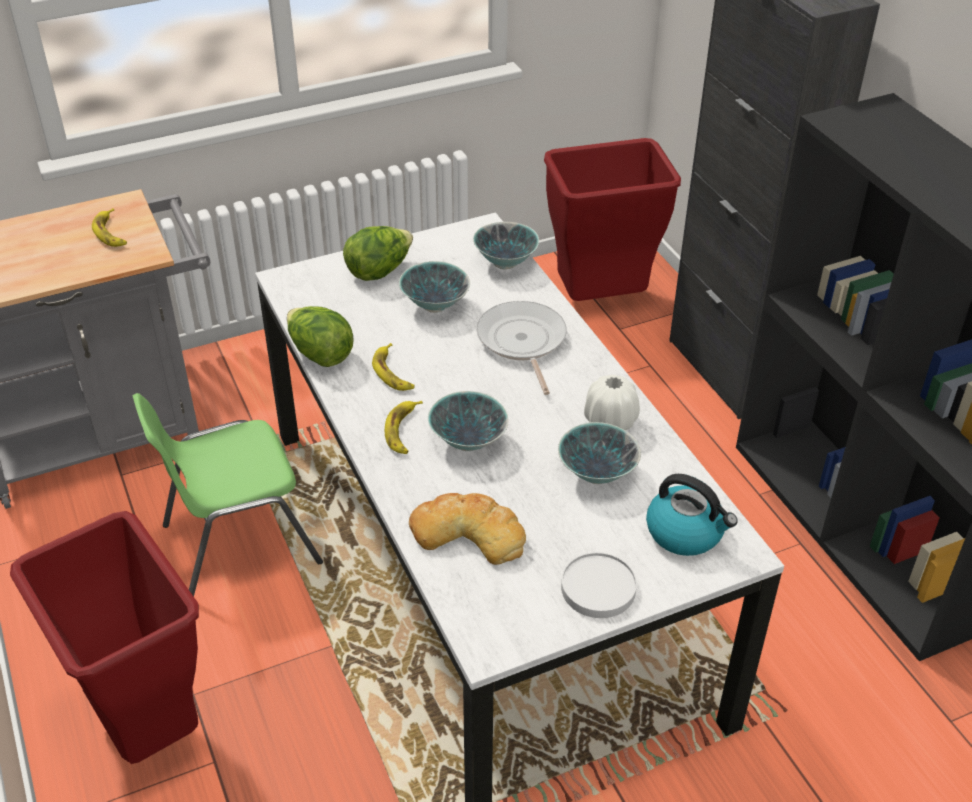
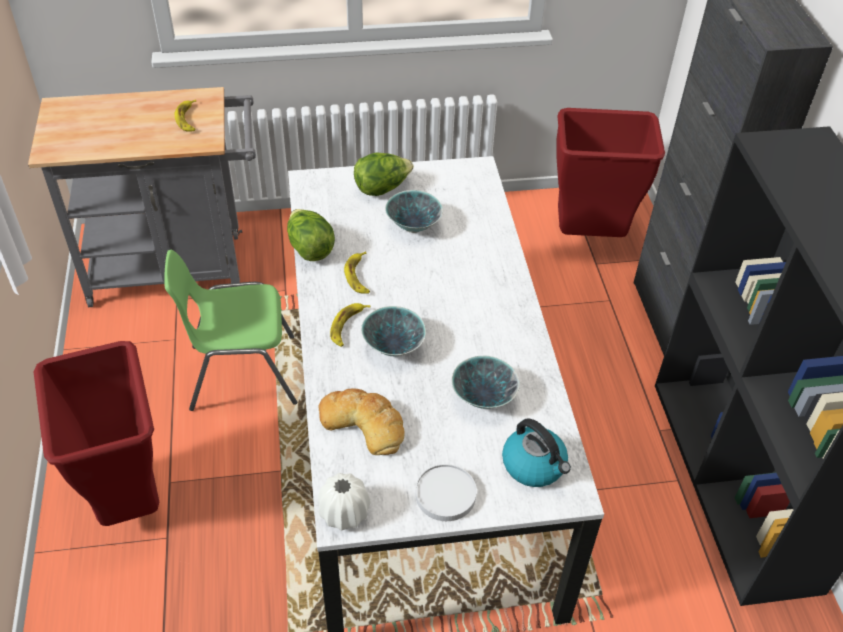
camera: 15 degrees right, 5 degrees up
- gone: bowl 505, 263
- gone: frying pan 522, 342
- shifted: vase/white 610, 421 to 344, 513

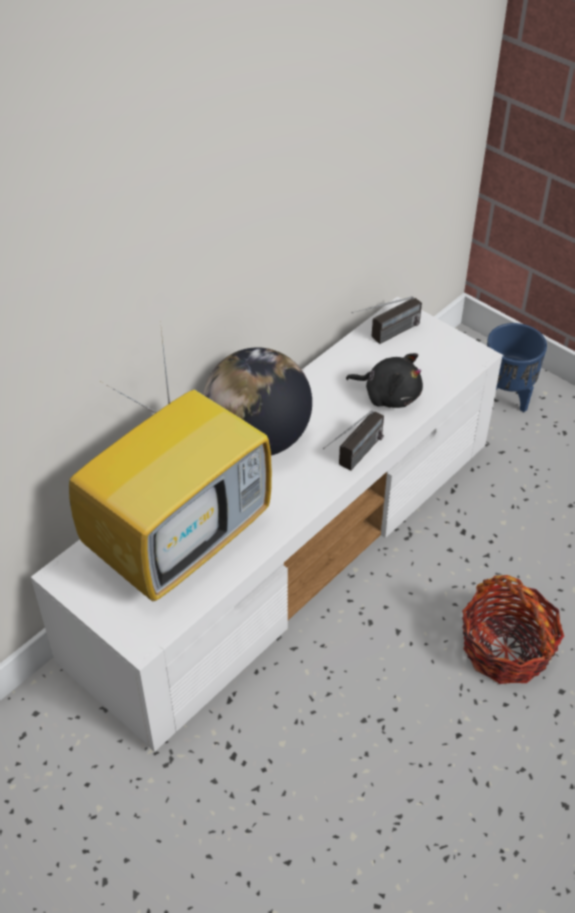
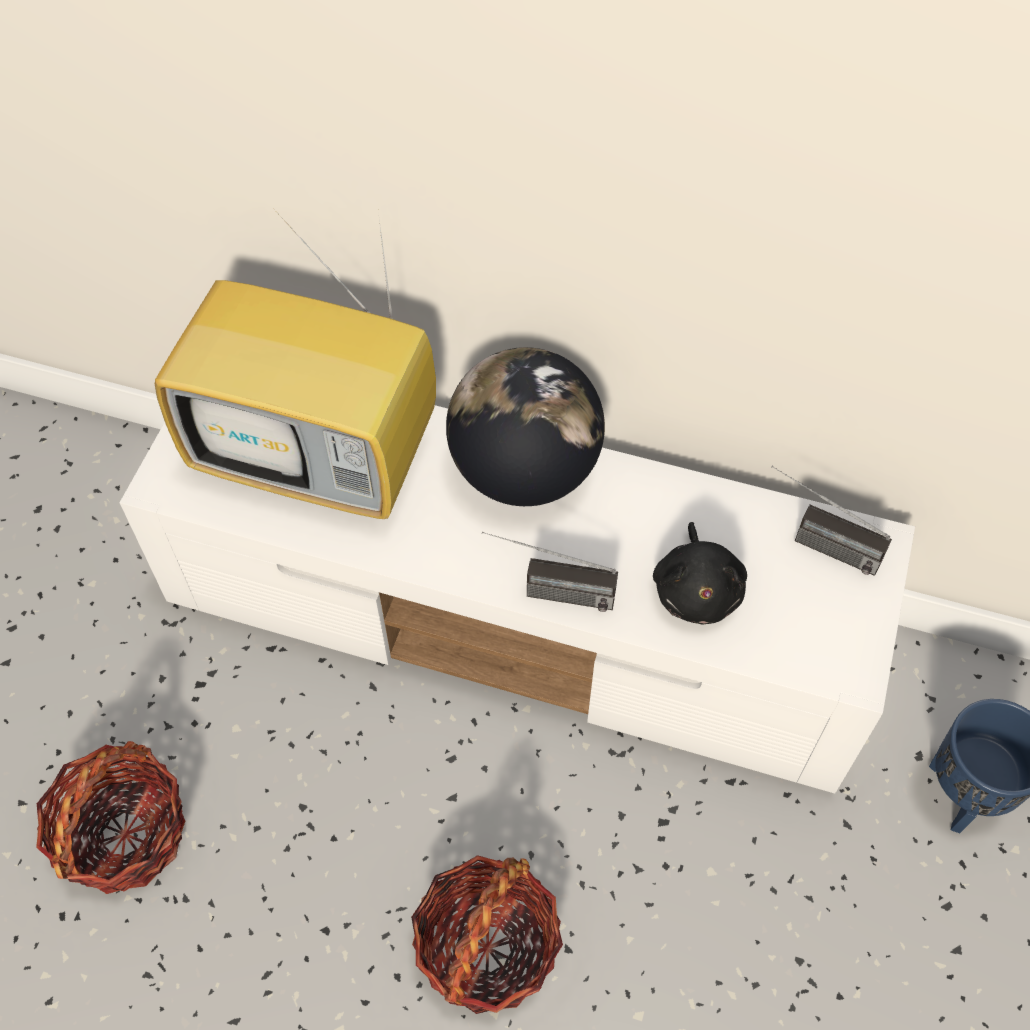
camera: 65 degrees right, 10 degrees up
- new: basket 124, 833

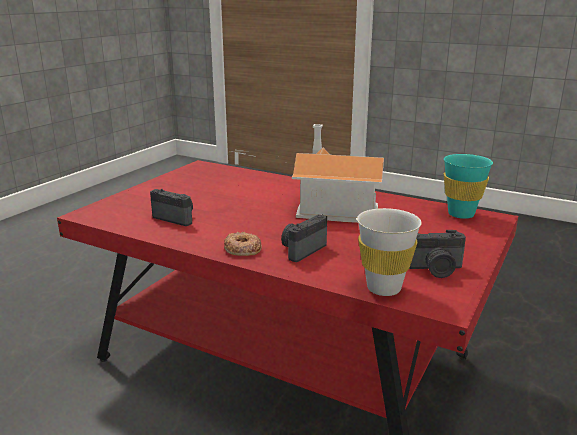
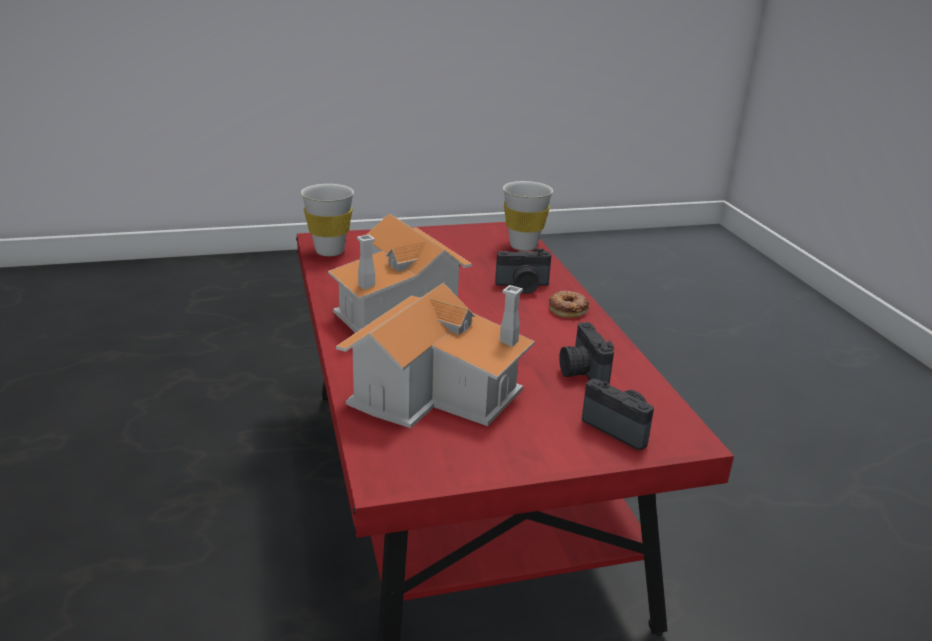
camera: 135 degrees left, 5 degrees up
- repainted: cup/turquoise 461, 214 to cup/white 329, 251
- shifted: photo camera 435, 270 to 620, 428
- new: toy house 438, 389

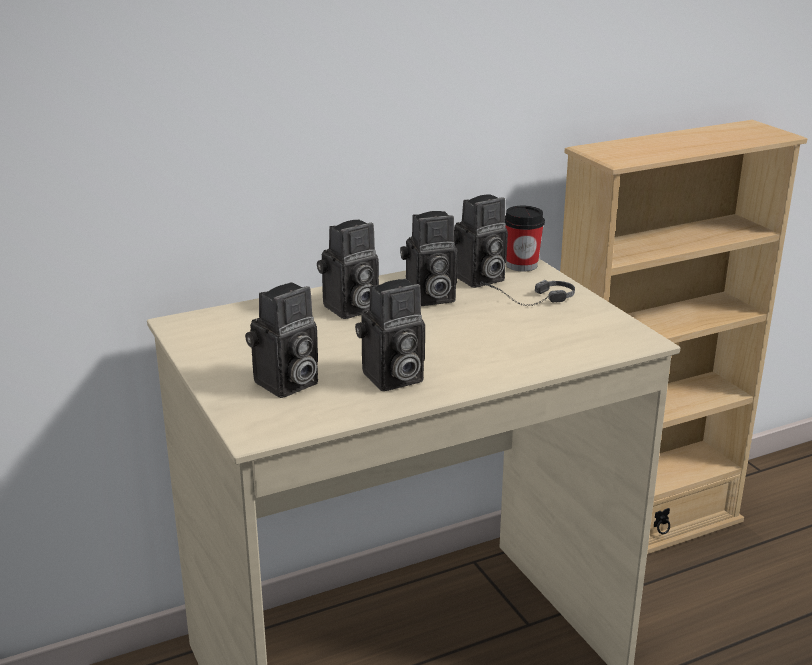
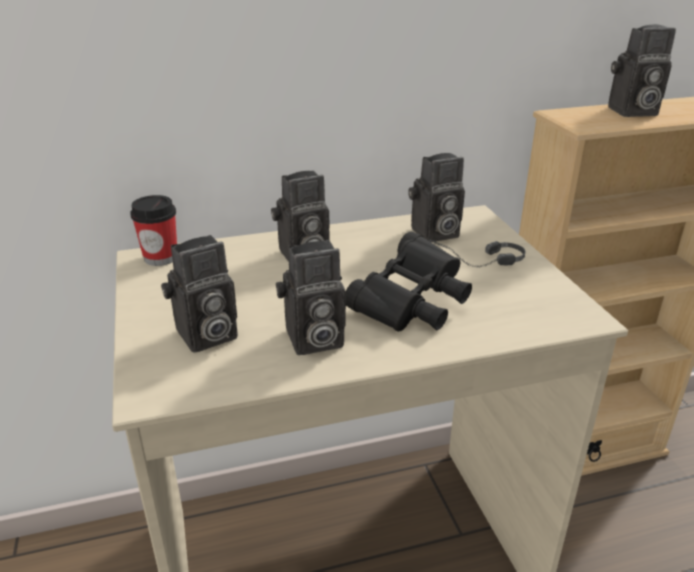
camera: 10 degrees right, 5 degrees up
- shifted: cup 521, 265 to 161, 257
- shifted: photo camera 429, 298 to 631, 112
- new: binoculars/black 411, 306

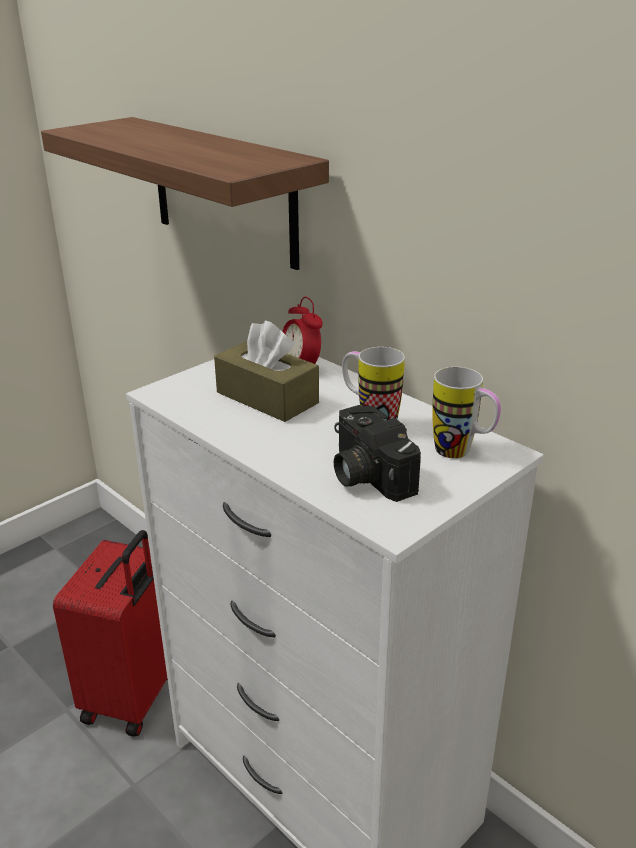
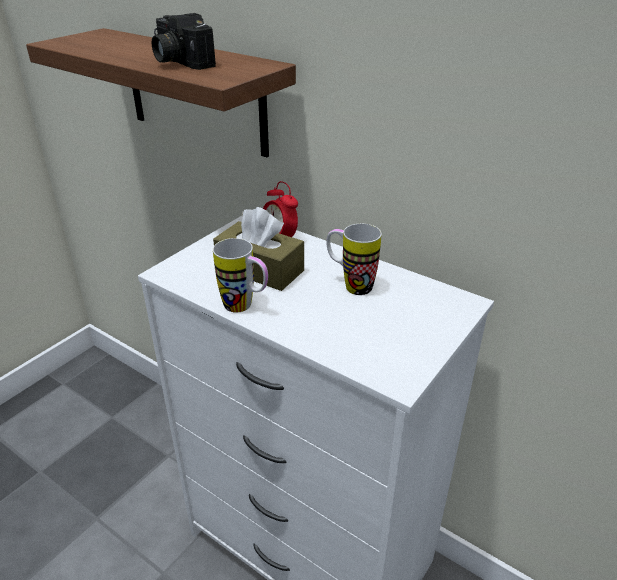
camera: 10 degrees left, 5 degrees up
- shifted: mug 462, 453 to 245, 307
- shifted: photo camera 365, 474 to 178, 61
- gone: suitcase/red 134, 696

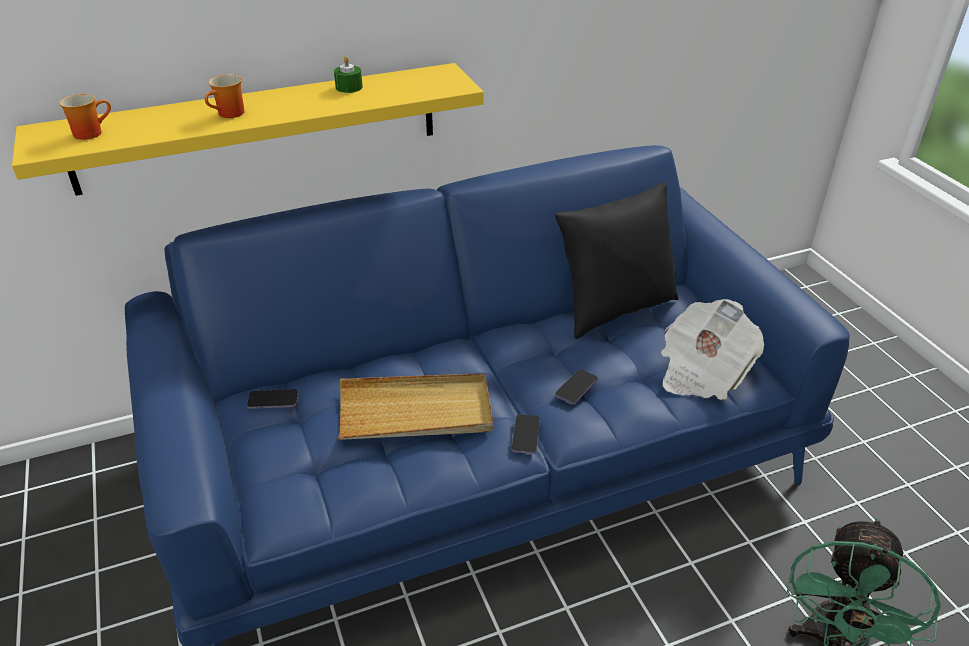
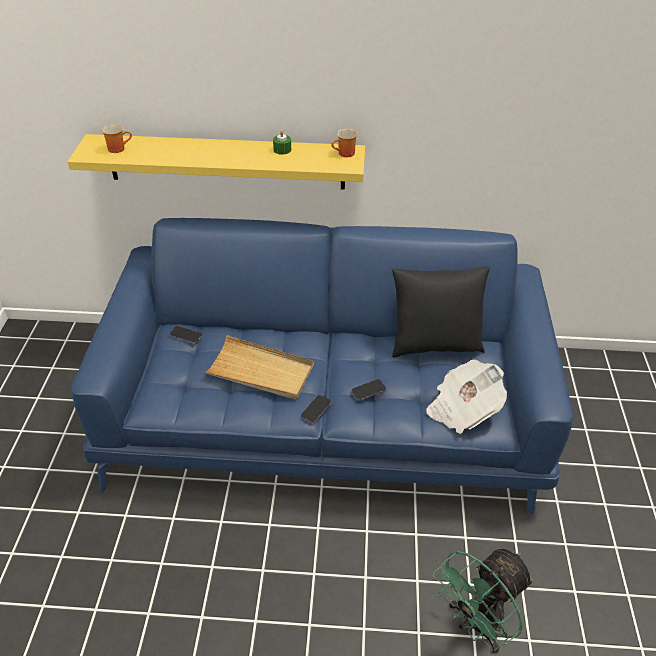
camera: 25 degrees right, 5 degrees up
- shifted: mug 230, 114 to 345, 154

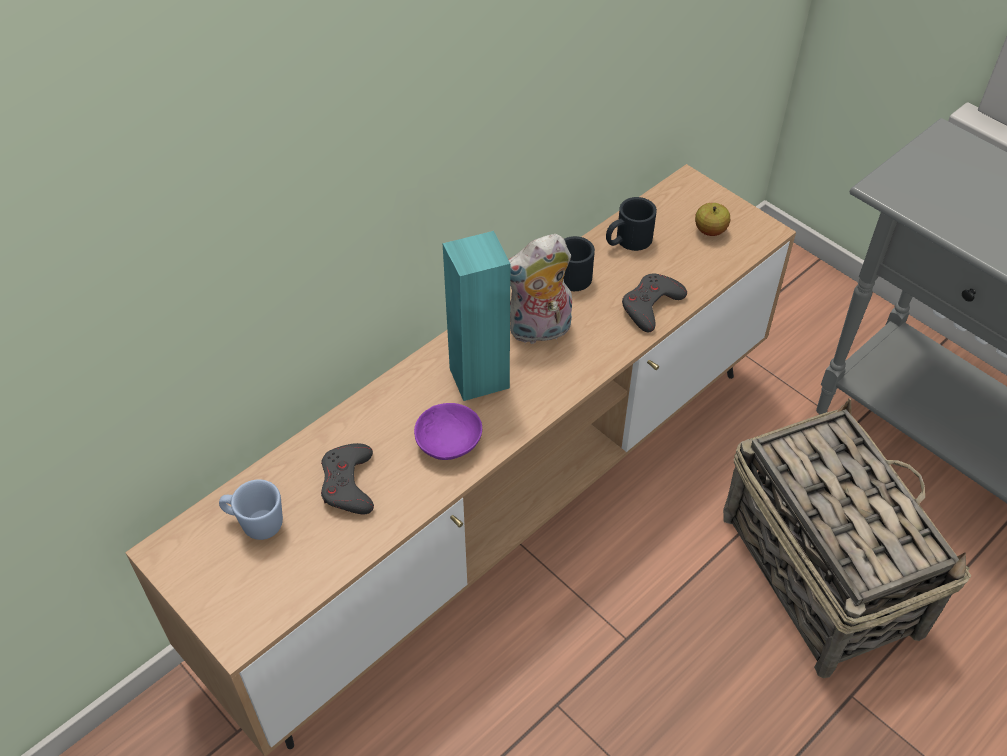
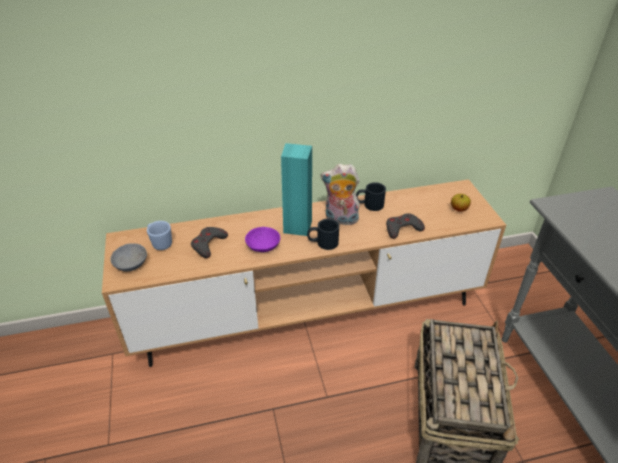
camera: 30 degrees right, 10 degrees down
- shifted: mug/black 627, 241 to 322, 243
- new: bowl/grey 129, 263

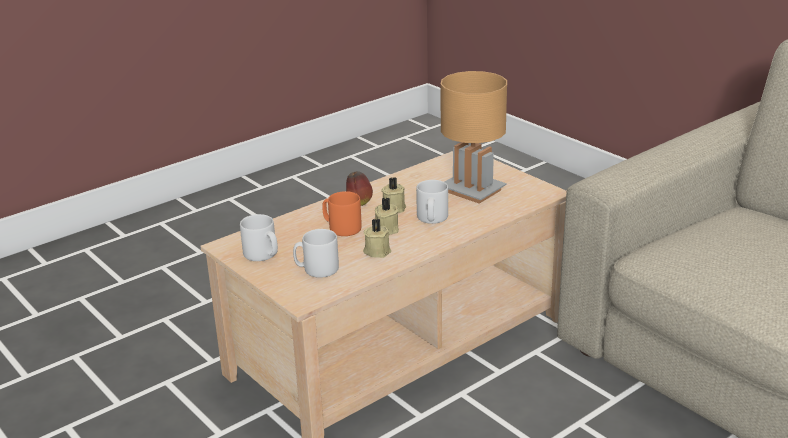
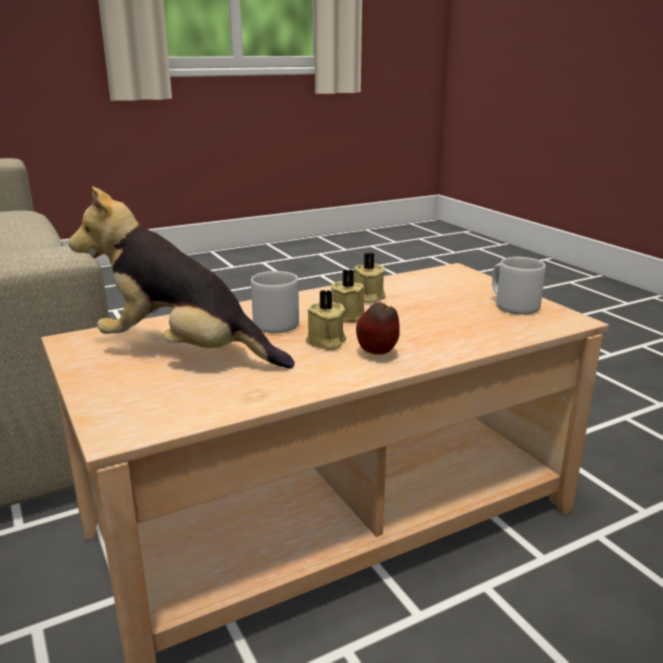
camera: 170 degrees left, 5 degrees down
- swapped: table lamp/brown 472, 191 to plush toy 184, 354
- gone: mug/orange 341, 228
- gone: mug/grey 316, 269

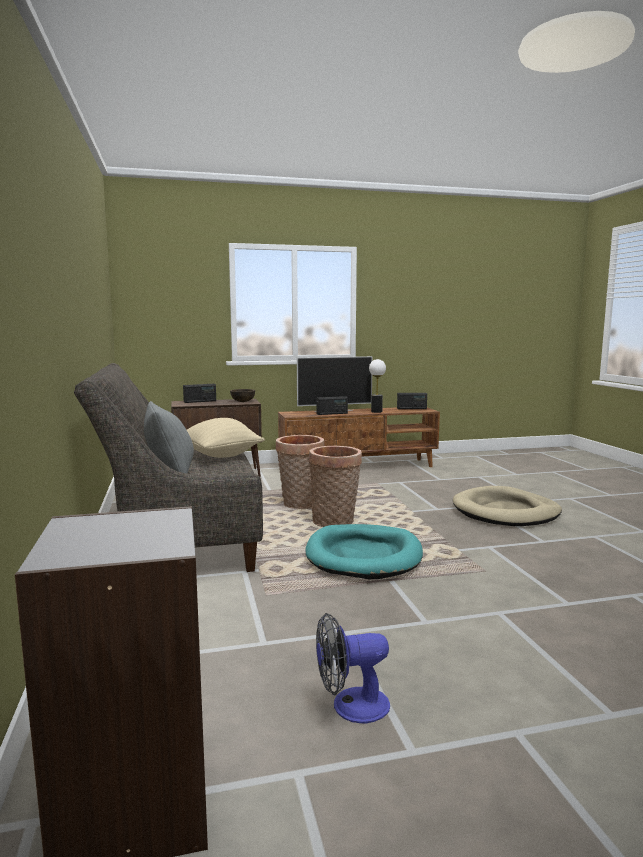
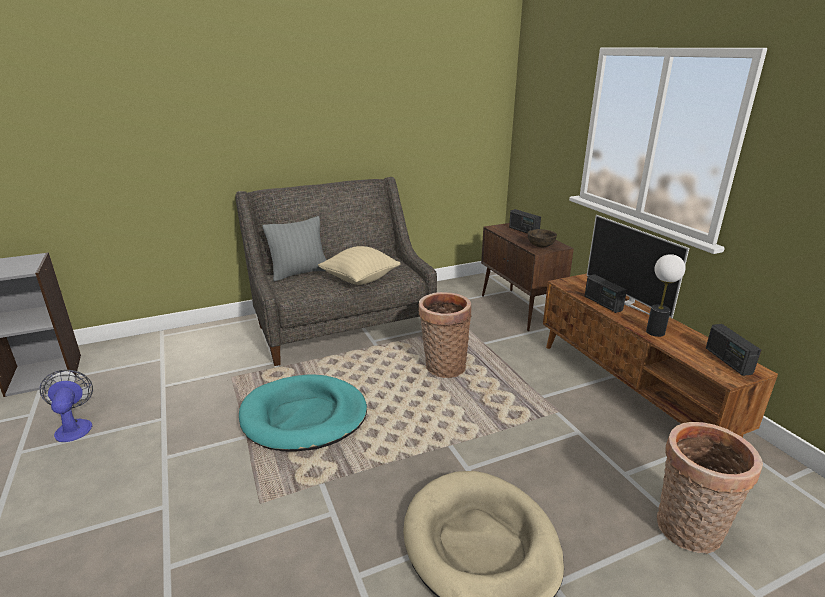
camera: 80 degrees right, 15 degrees up
- shifted: basket 335, 522 to 688, 532

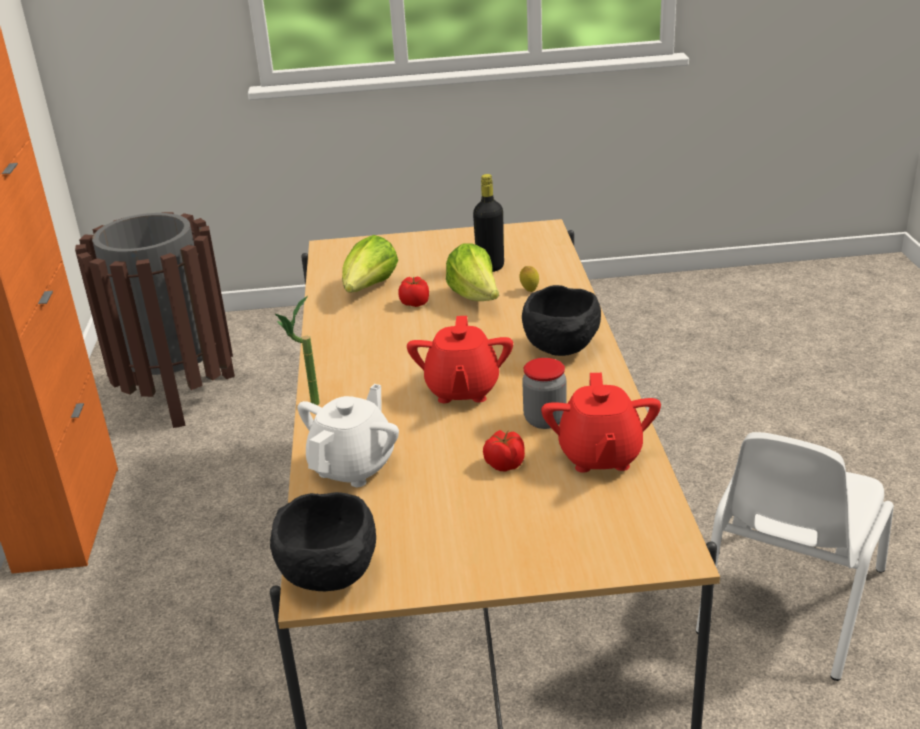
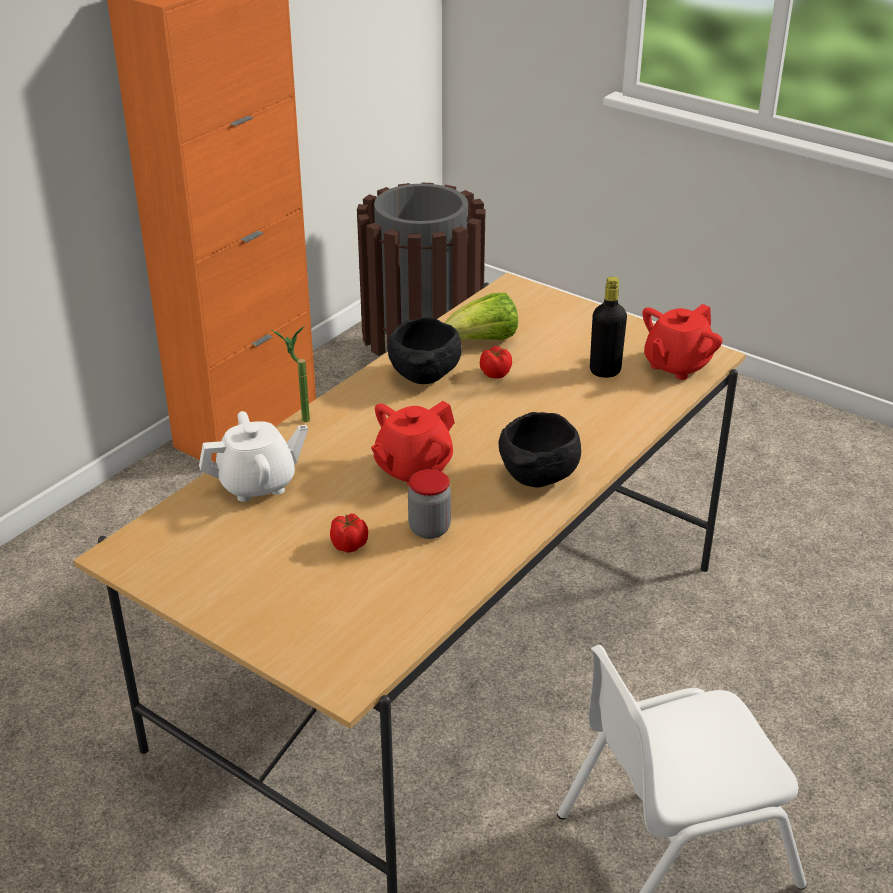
camera: 40 degrees right, 5 degrees up
- gone: lettuce 476, 298
- gone: lemon 529, 290
- shifted: teapot/red 599, 456 to 676, 365
- shifted: bowl/black 332, 577 to 425, 378

